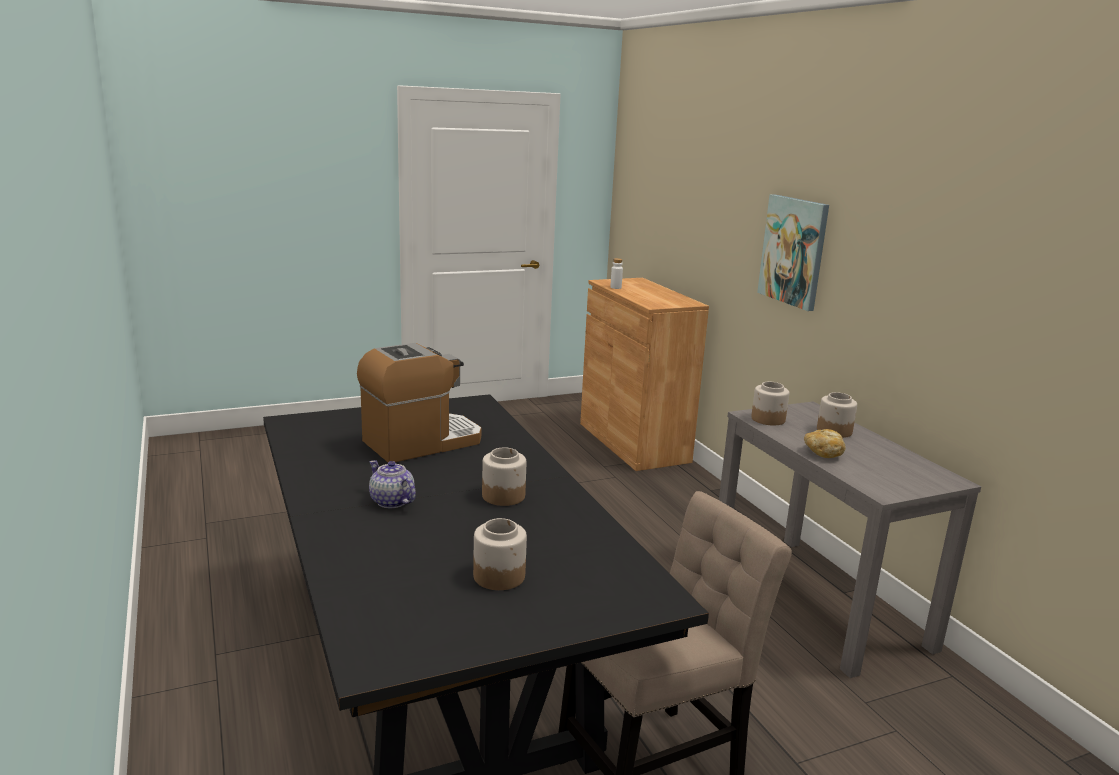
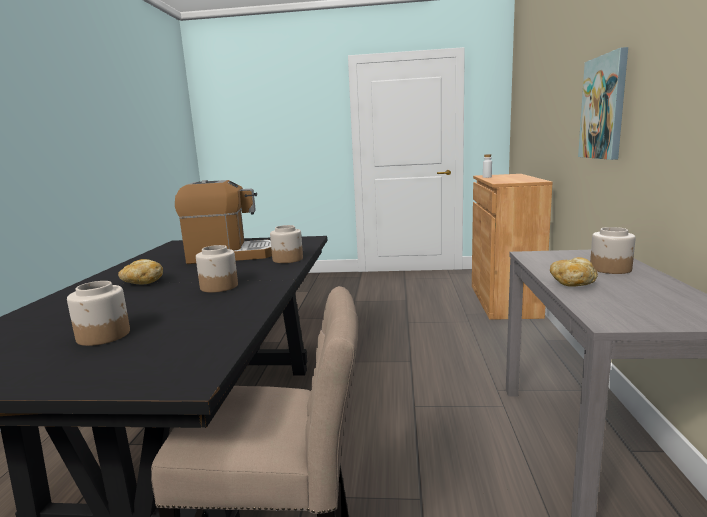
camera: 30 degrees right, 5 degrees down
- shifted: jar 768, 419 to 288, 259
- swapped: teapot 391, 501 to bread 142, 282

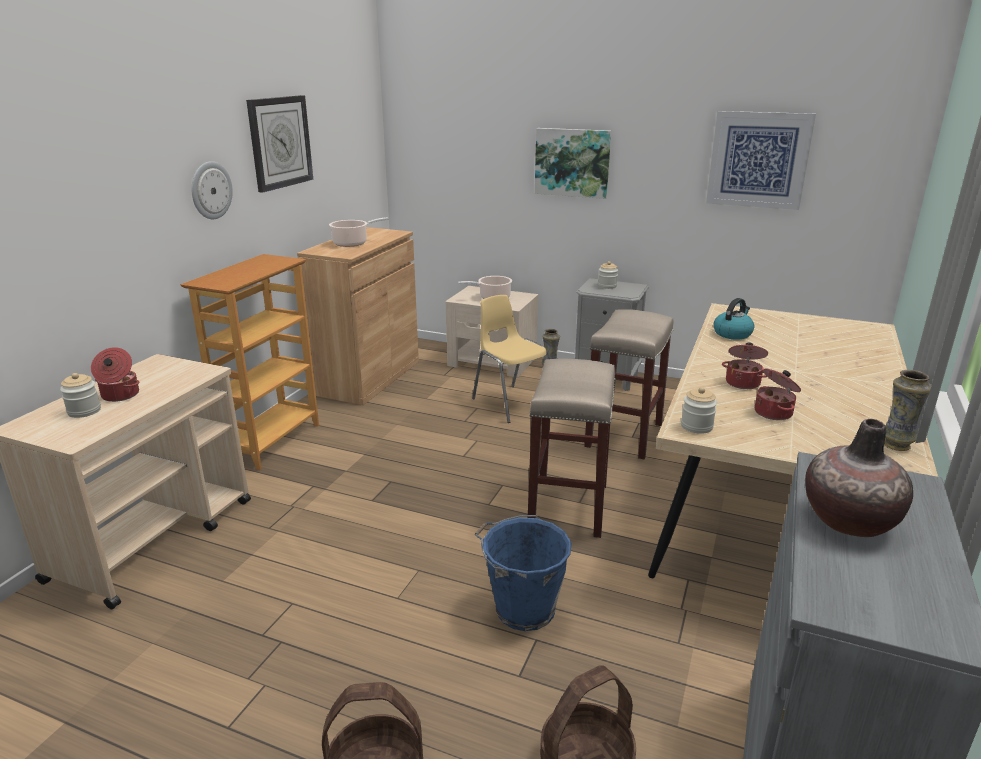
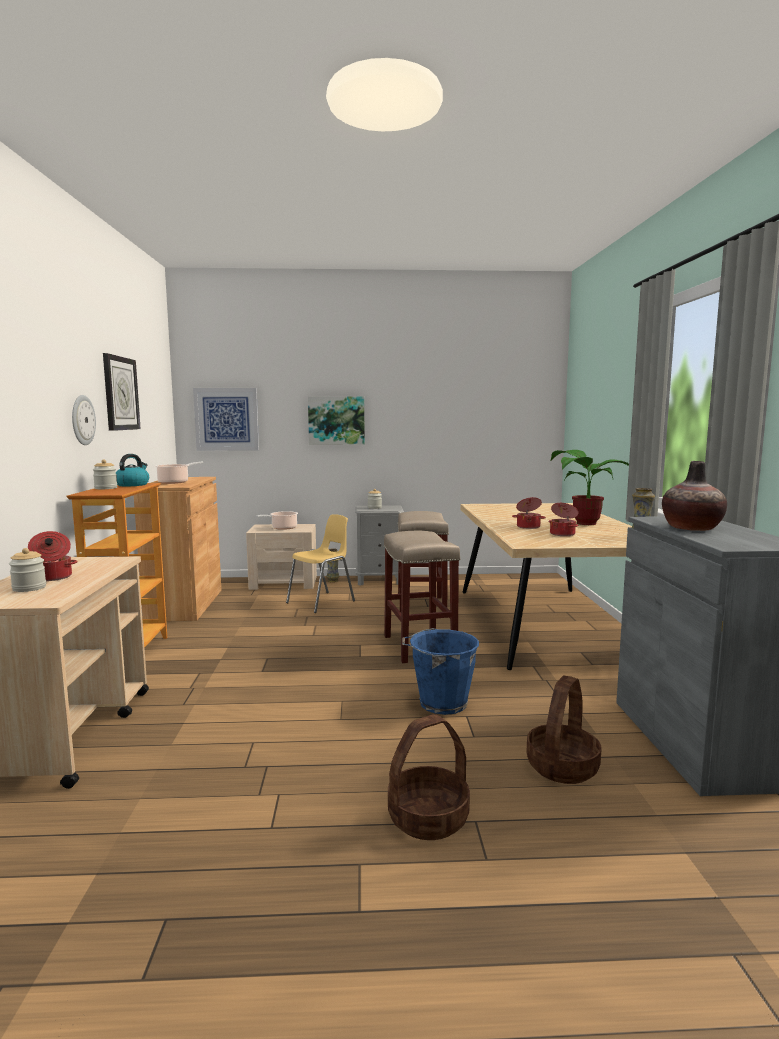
camera: 25 degrees left, 15 degrees down
- shifted: picture 758, 160 to 226, 419
- rotated: chair/yellow 511, 403 = 322, 602 105 degrees clockwise
- shifted: kettle 732, 333 to 132, 485
- shifted: jar 696, 426 to 106, 488
- new: potted plant 582, 523

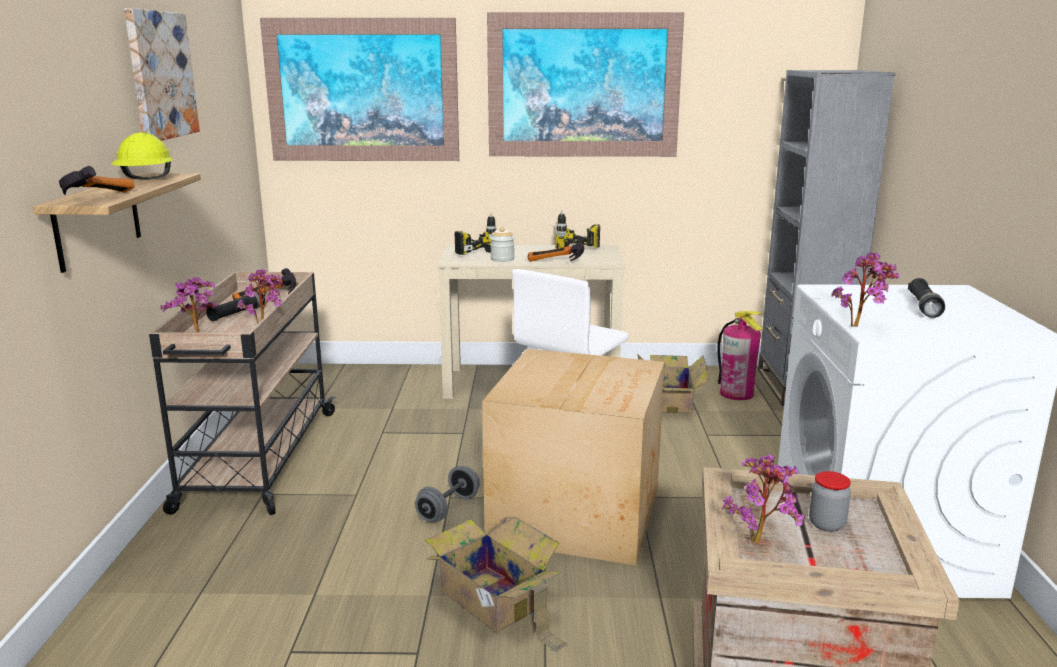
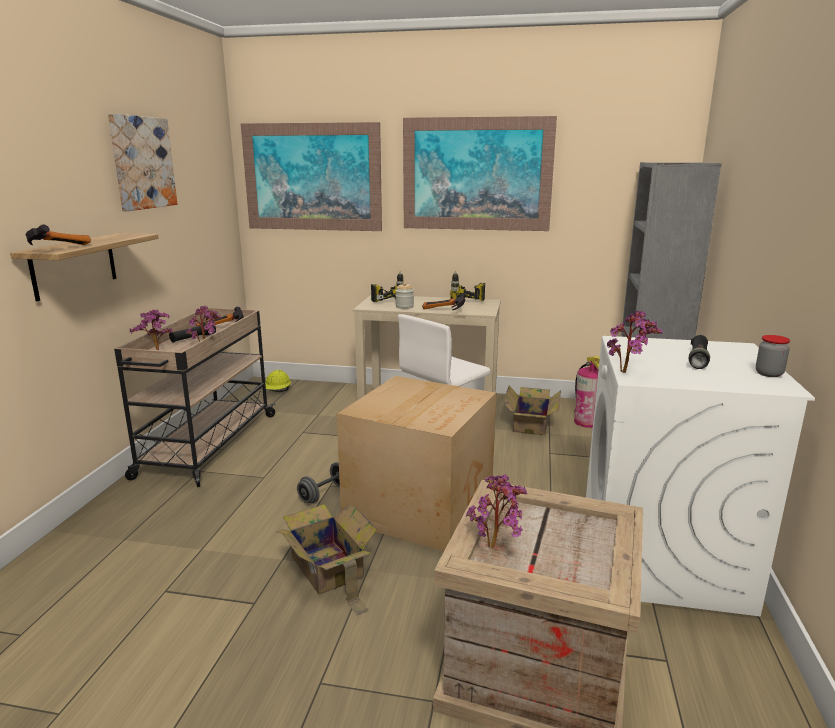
camera: 10 degrees right, 0 degrees up
- shifted: hard hat/yellow 145, 179 to 278, 391
- shifted: jar 826, 524 to 769, 374

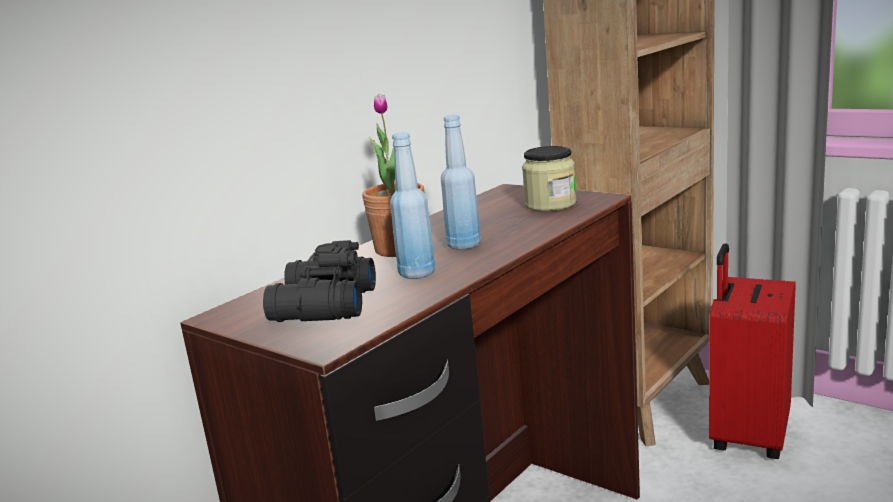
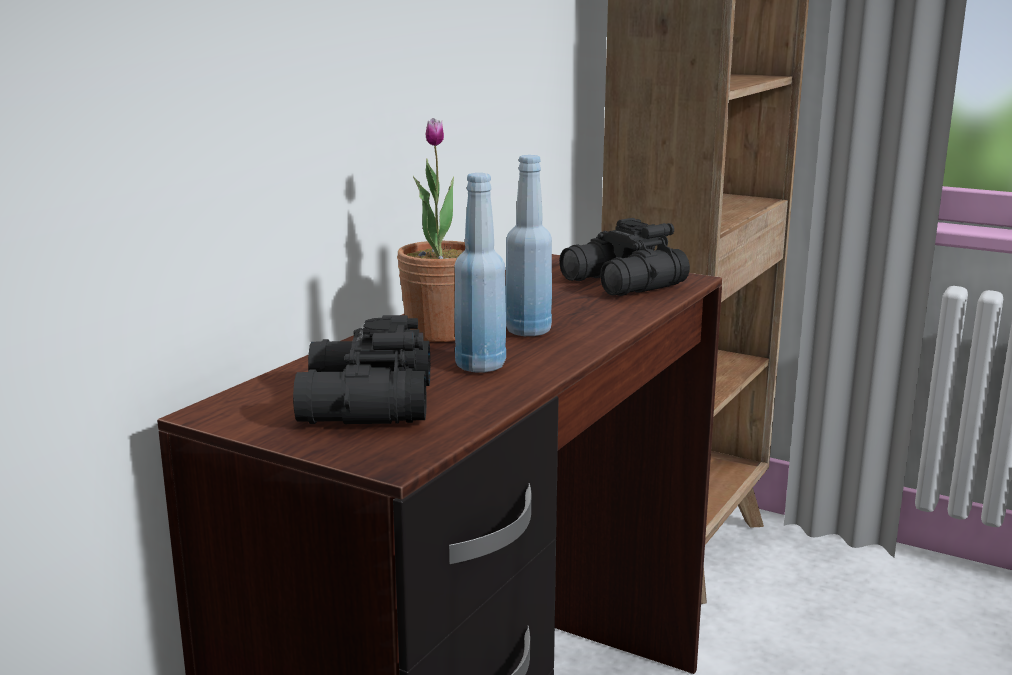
camera: 10 degrees left, 0 degrees up
- swapped: jar 550, 204 to binoculars/black 622, 284
- gone: suitcase/red 747, 435

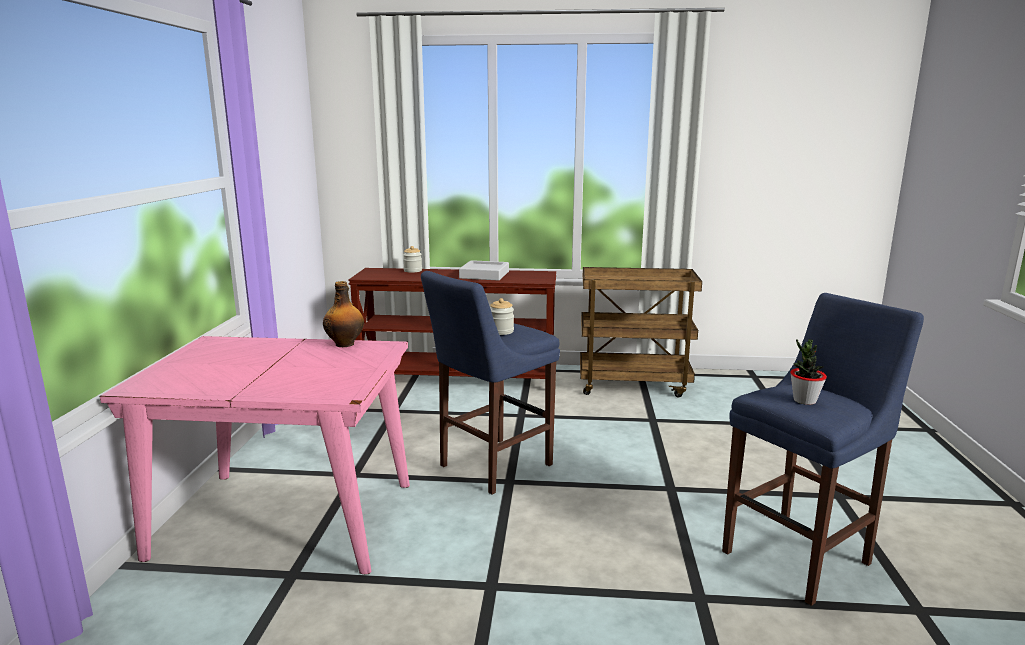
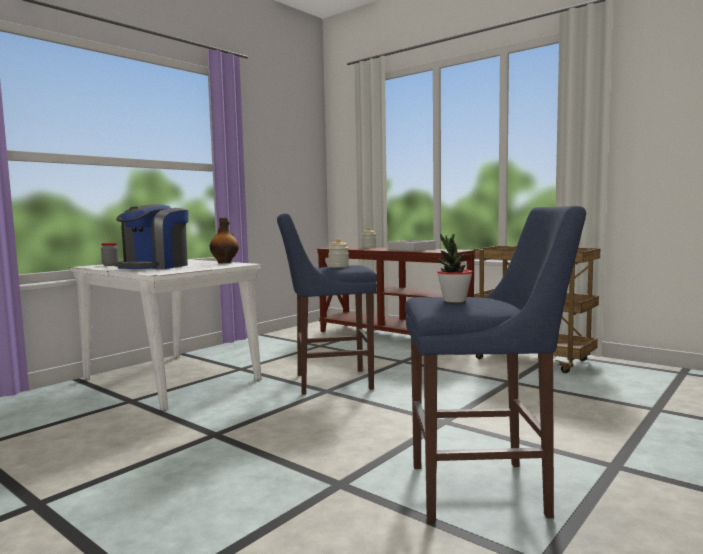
camera: 35 degrees right, 10 degrees down
- repainted: dining table/pink 288, 519 to dining table/white 172, 379
- new: coffee machine 155, 267
- new: jar 110, 265

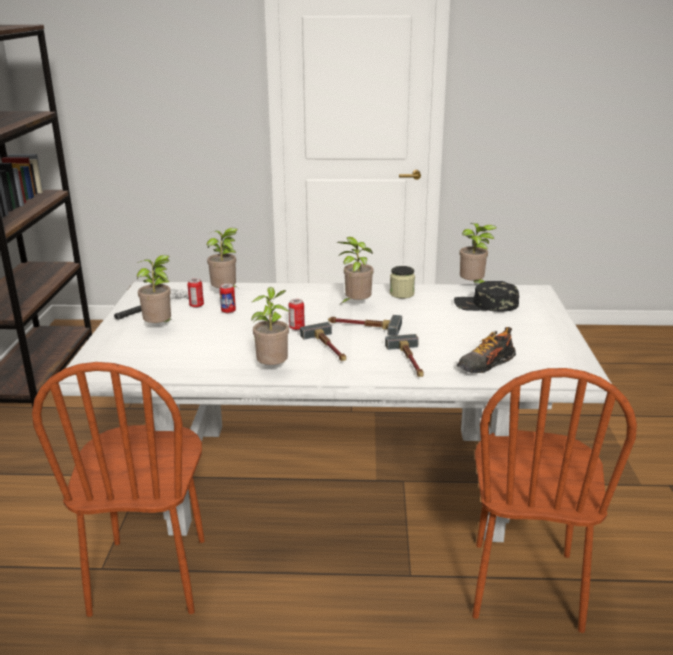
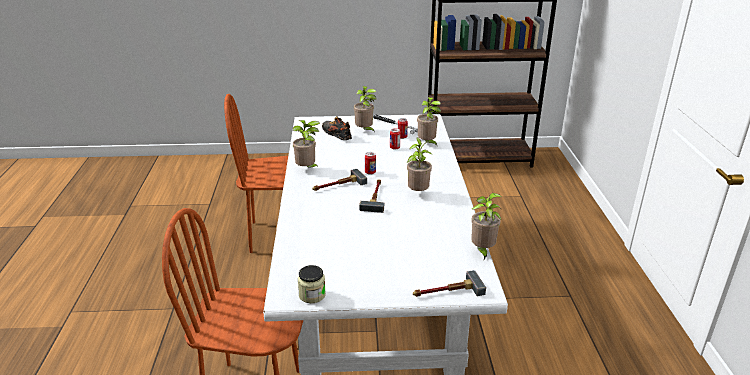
camera: 85 degrees right, 5 degrees up
- shifted: jar 401, 294 to 312, 295
- gone: cap/black 485, 305
- shifted: shoe 485, 365 to 337, 134
- shifted: hammer 410, 361 to 446, 291

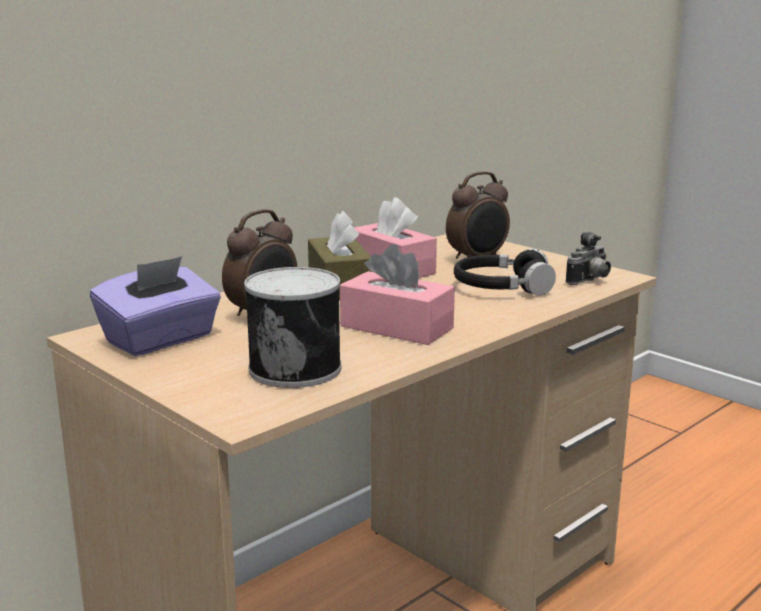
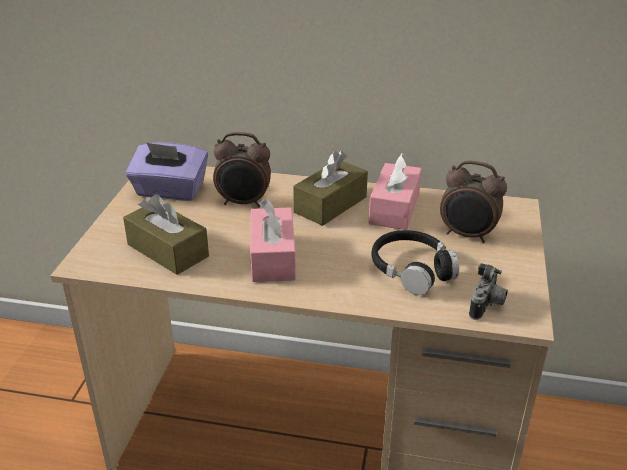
camera: 55 degrees right, 15 degrees up
- rotated: photo camera 590, 281 = 487, 306 75 degrees counterclockwise
- swapped: can 296, 368 to tissue box/brown 168, 250

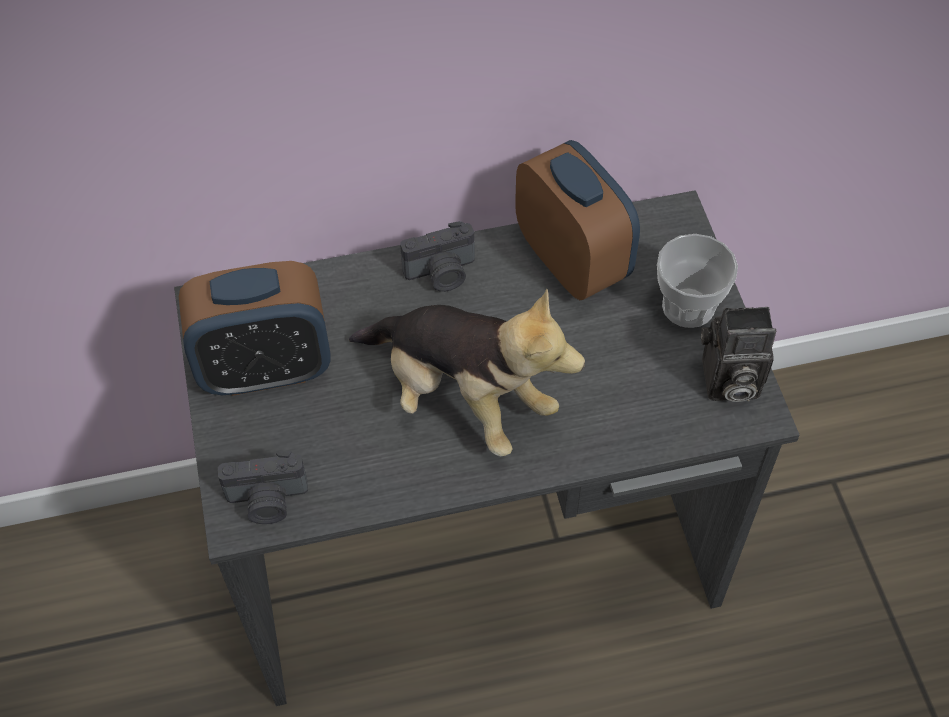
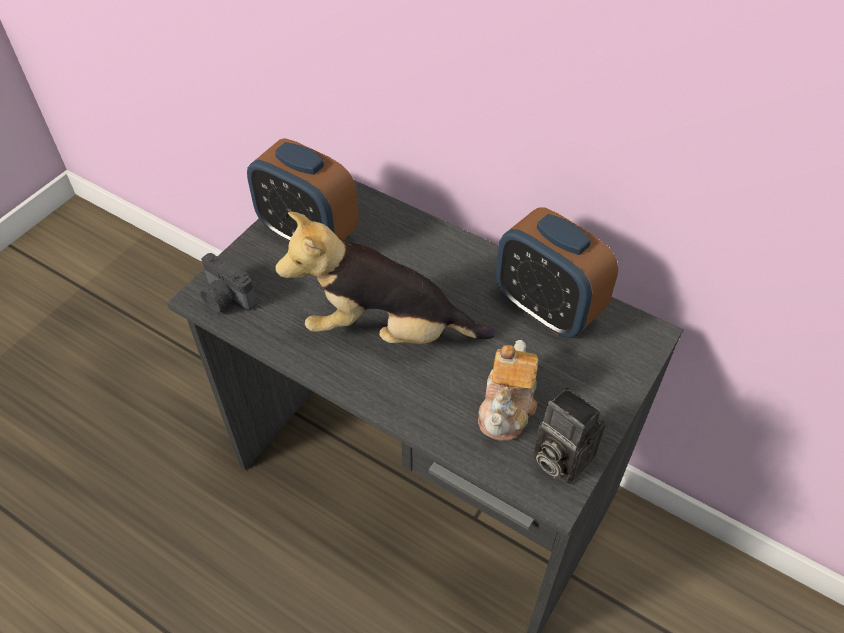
camera: 45 degrees right, 5 degrees down
- rotated: alarm clock 572, 261 = 547, 309 120 degrees clockwise
- gone: photo camera 442, 274
- gone: cup 688, 306
- rotated: plush toy 461, 398 = 387, 330 105 degrees clockwise
- new: teapot 507, 407

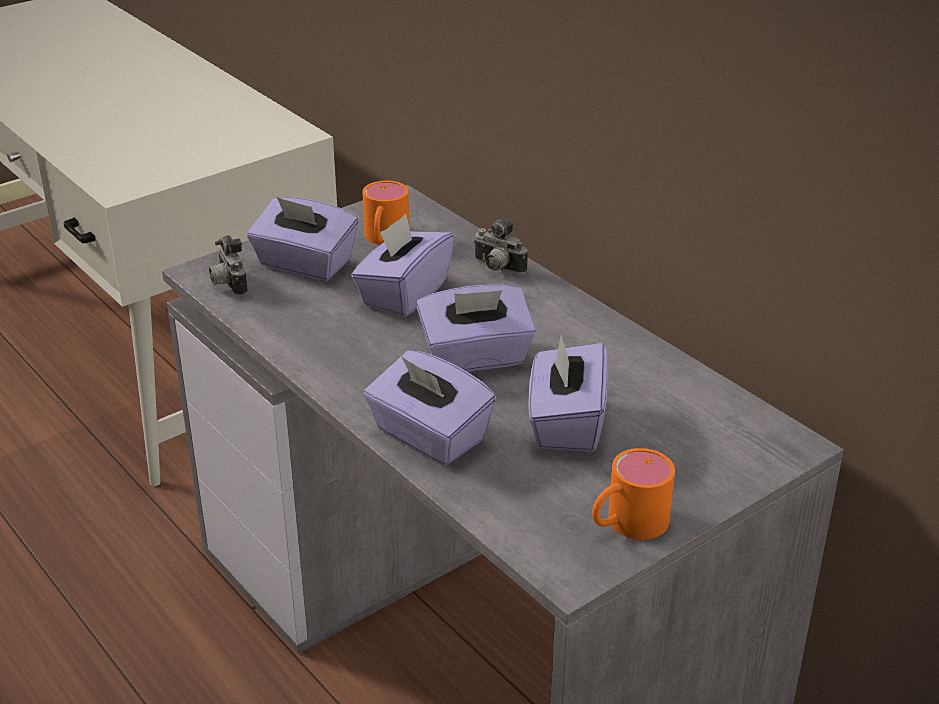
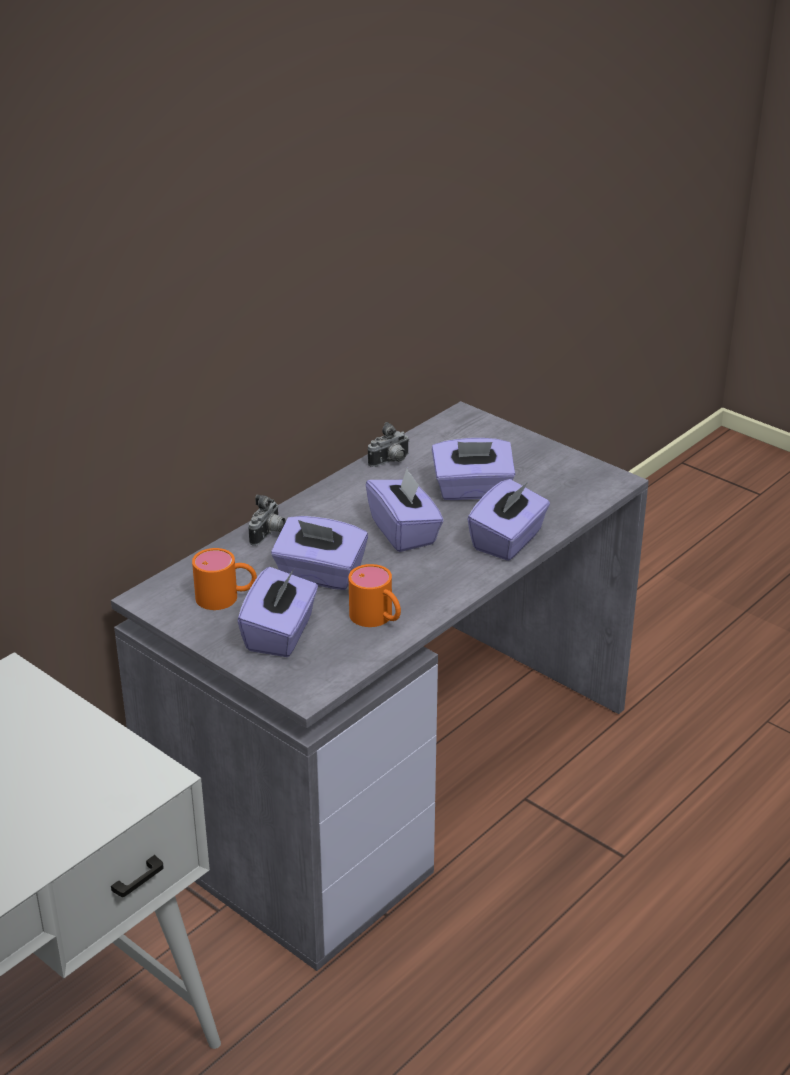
camera: 100 degrees left, 0 degrees up
- shifted: photo camera 228, 284 to 391, 462
- shifted: mug/orange 626, 524 to 377, 618

